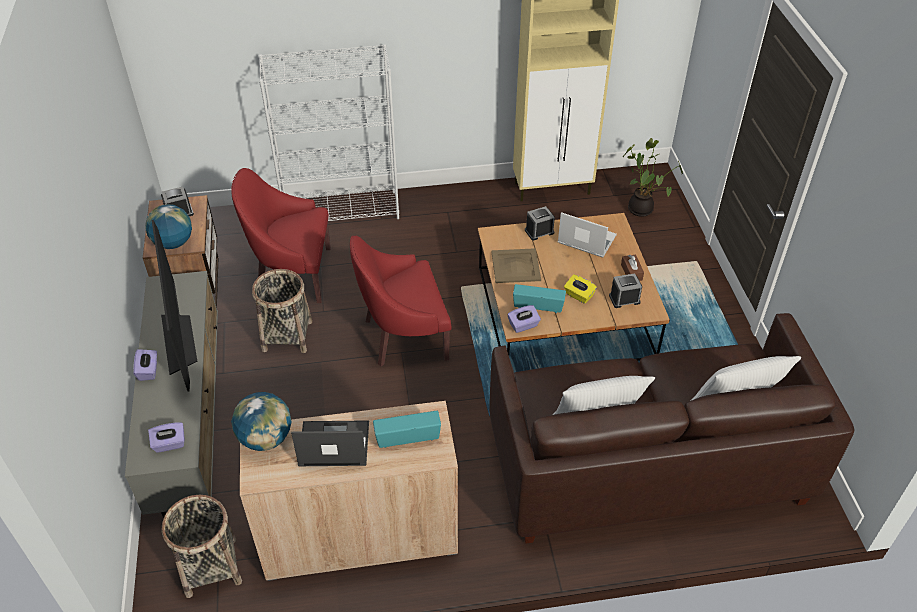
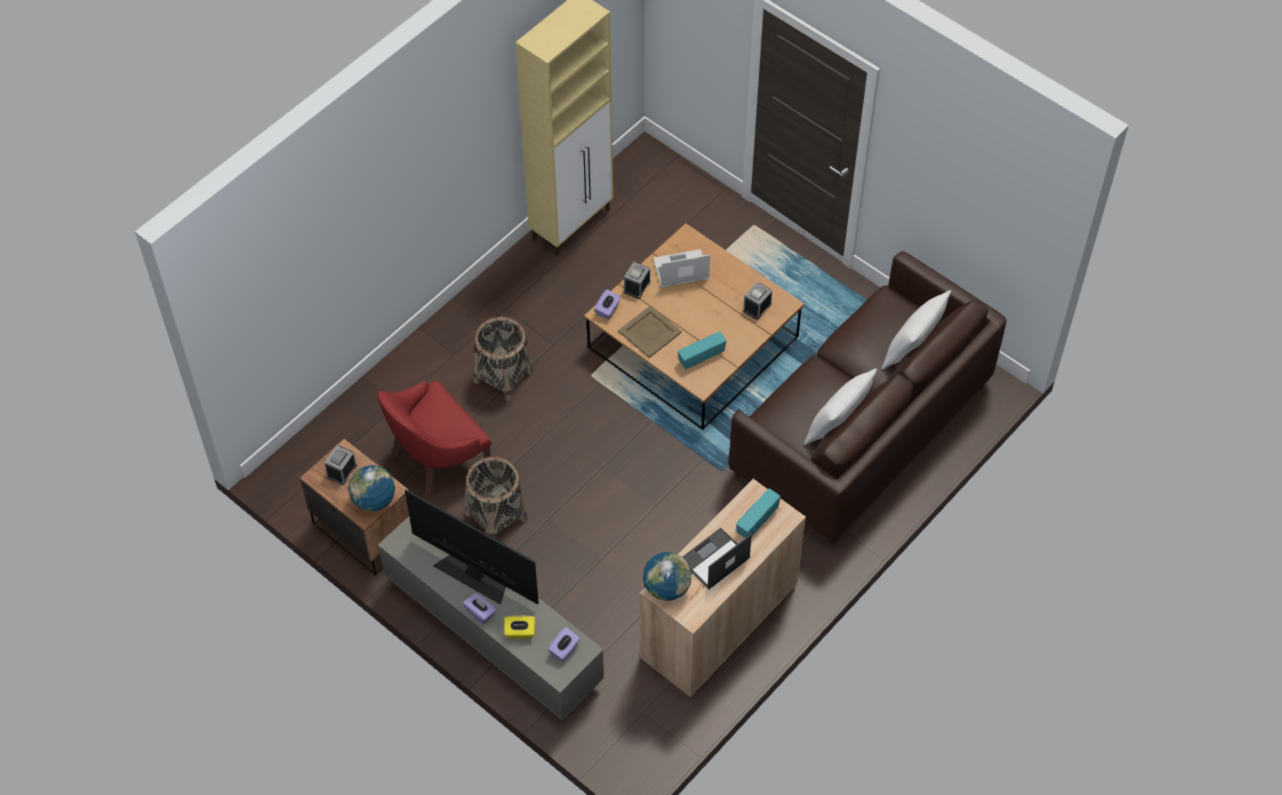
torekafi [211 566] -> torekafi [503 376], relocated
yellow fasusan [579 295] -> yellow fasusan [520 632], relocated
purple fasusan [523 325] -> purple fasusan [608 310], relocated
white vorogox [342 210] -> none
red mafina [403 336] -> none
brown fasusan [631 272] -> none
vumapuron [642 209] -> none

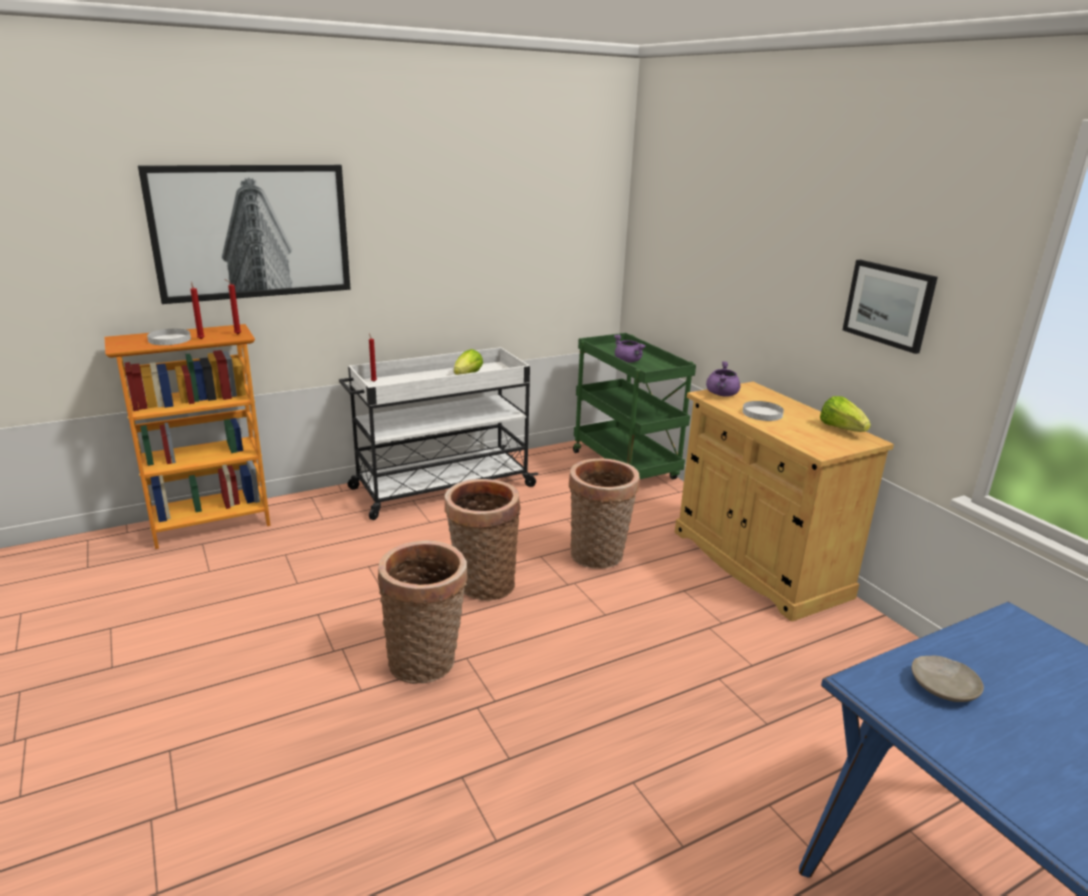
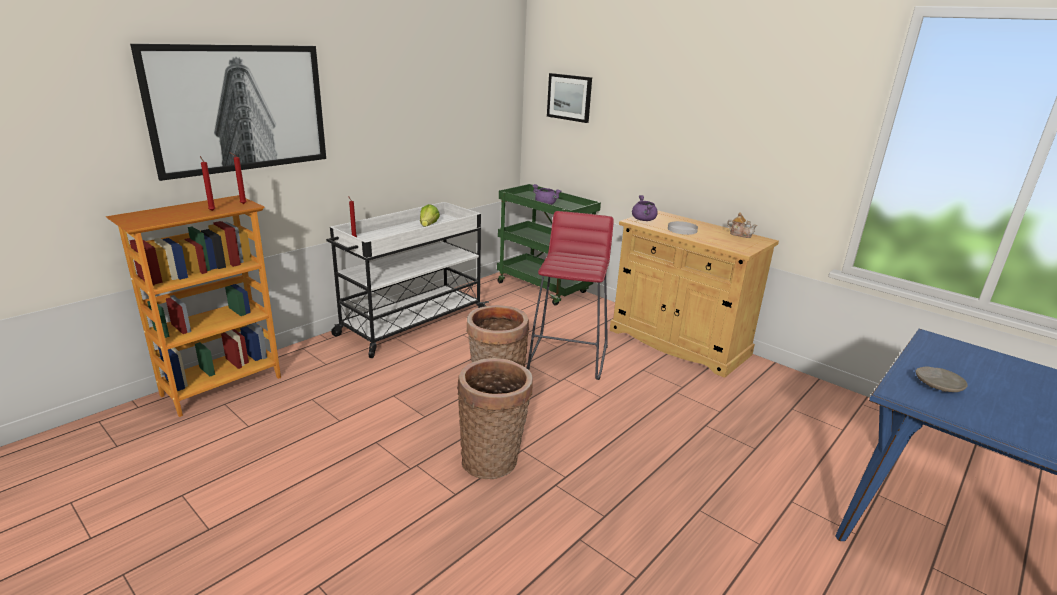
torekafi [598 557] -> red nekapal [568 356]
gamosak [889 305] -> gamosak [569 97], relocated
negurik [841 429] -> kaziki [740 234]
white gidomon [169 339] -> none

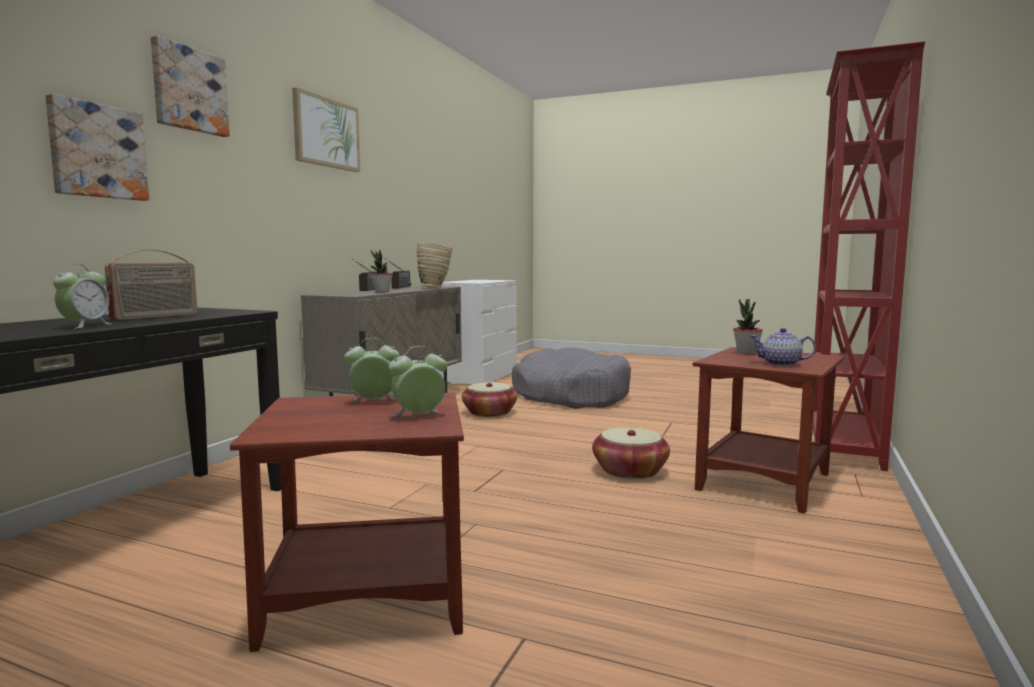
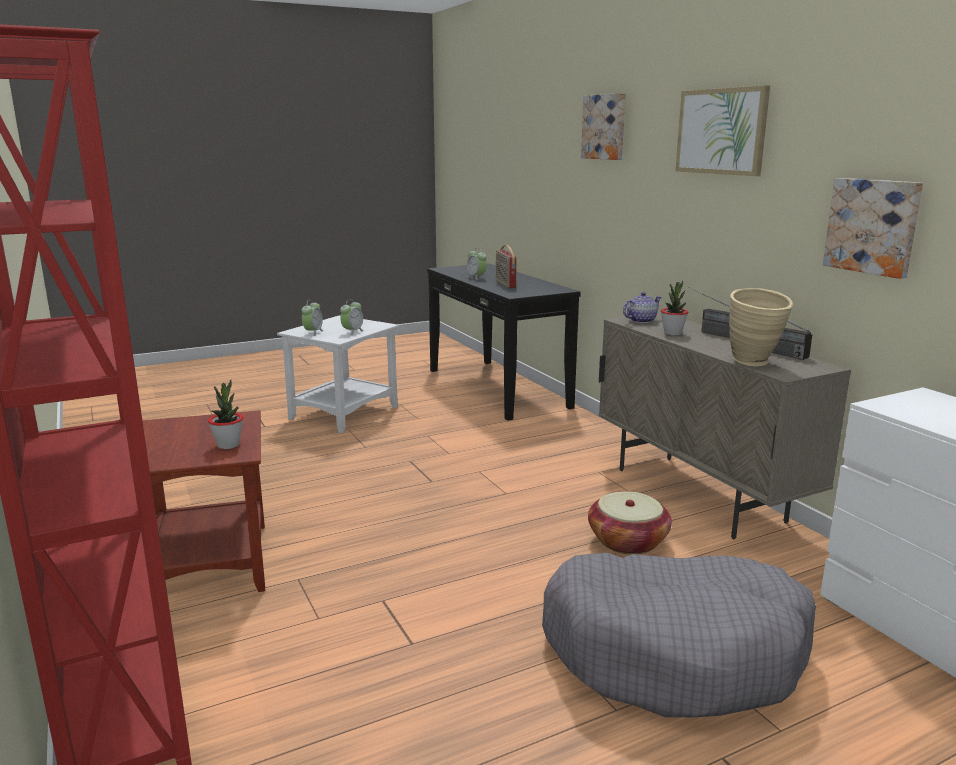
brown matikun [366 599] -> white matikun [343 413]
kaziki [781 364] -> kaziki [640 320], relocated
gamosak [97 151] -> gamosak [873 226], relocated
torekafi [630 471] -> none

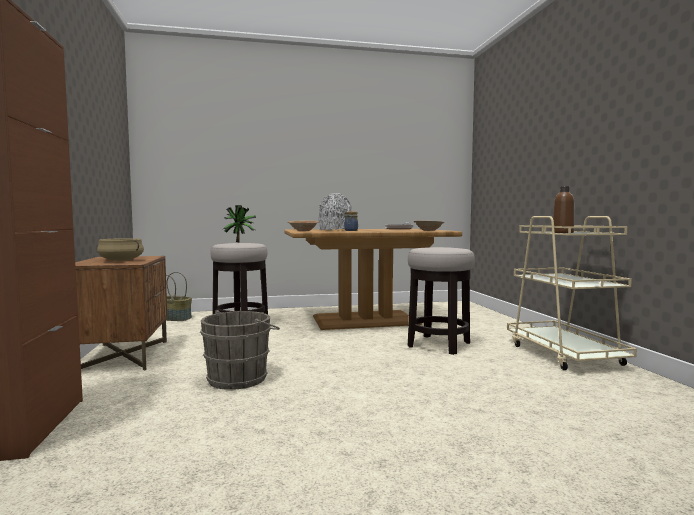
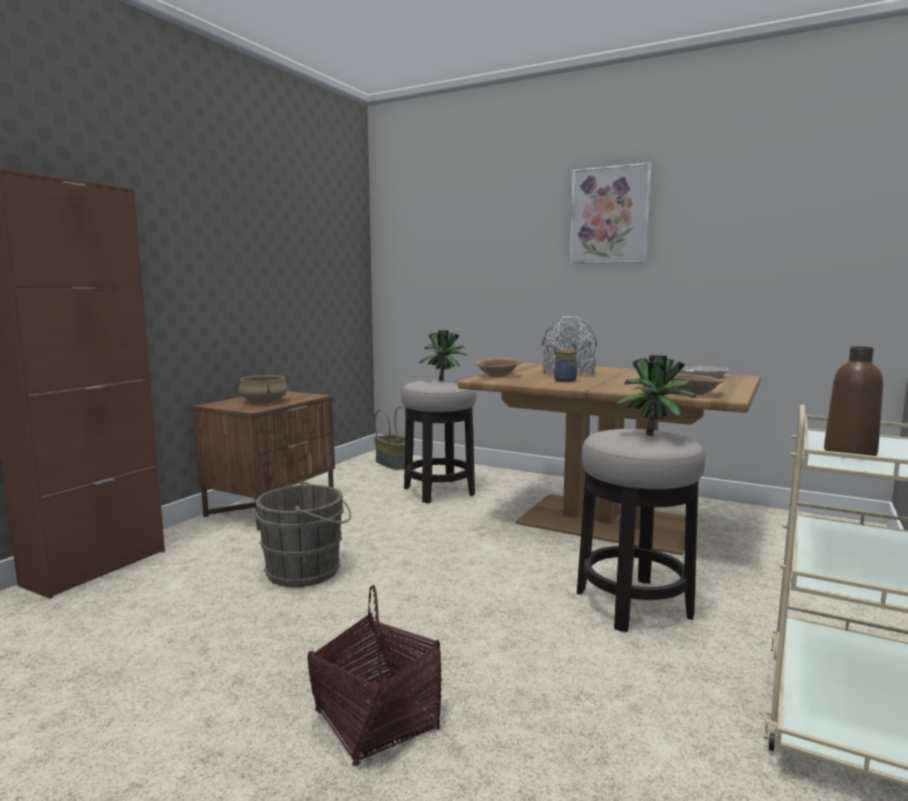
none -> torekafi [376 722]
none -> gamosak [609 215]
none -> vumapuron [655 435]

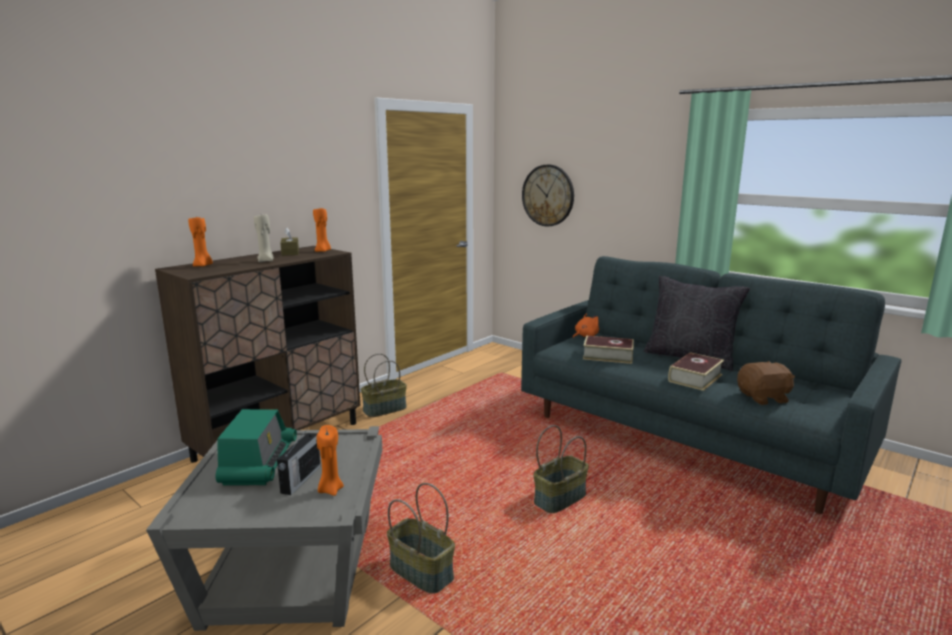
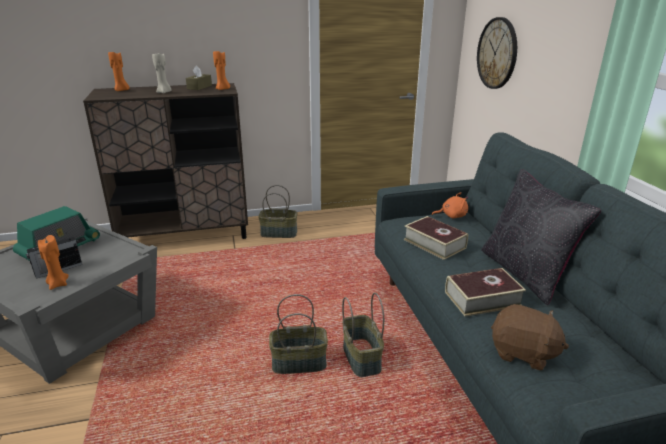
torekafi [422 572] -> torekafi [362 358], relocated

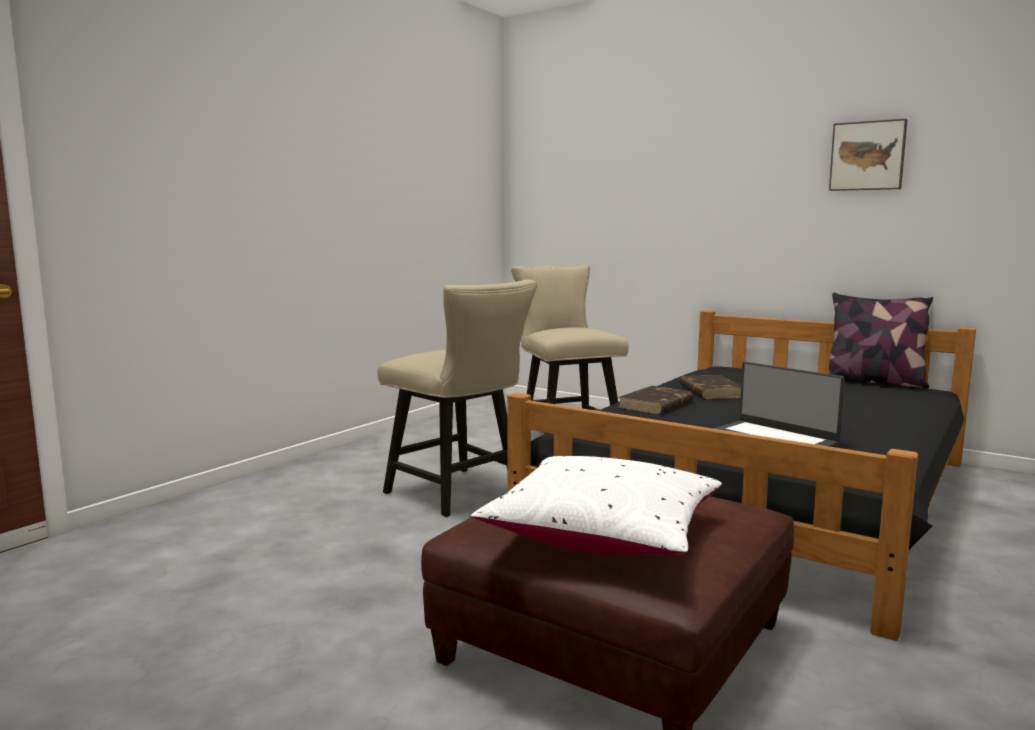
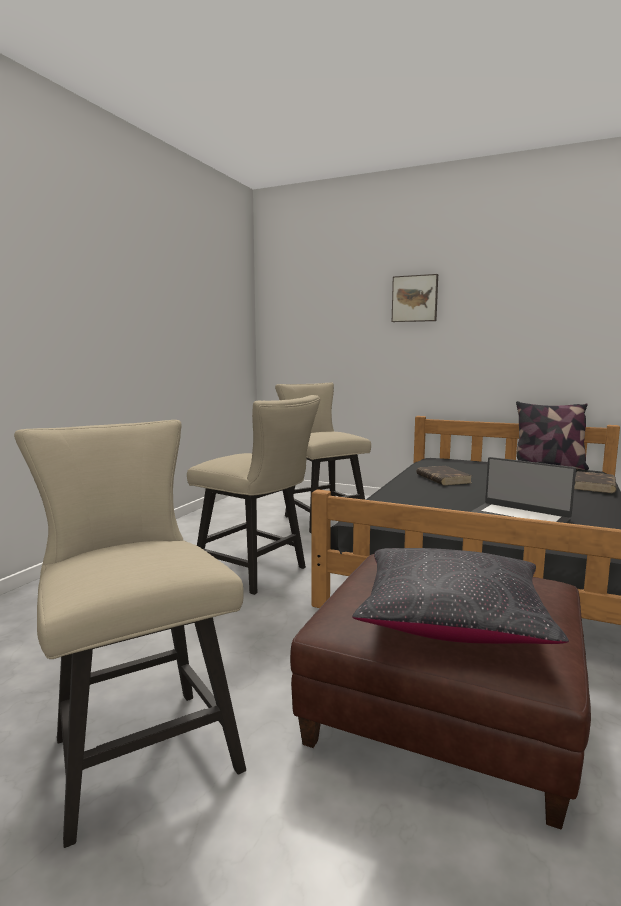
none -> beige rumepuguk [139 746]
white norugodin [602 533] -> black norugodin [452 618]
gamosak [867 156] -> gamosak [415 298], relocated
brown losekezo [655 405] -> brown losekezo [594 485], relocated

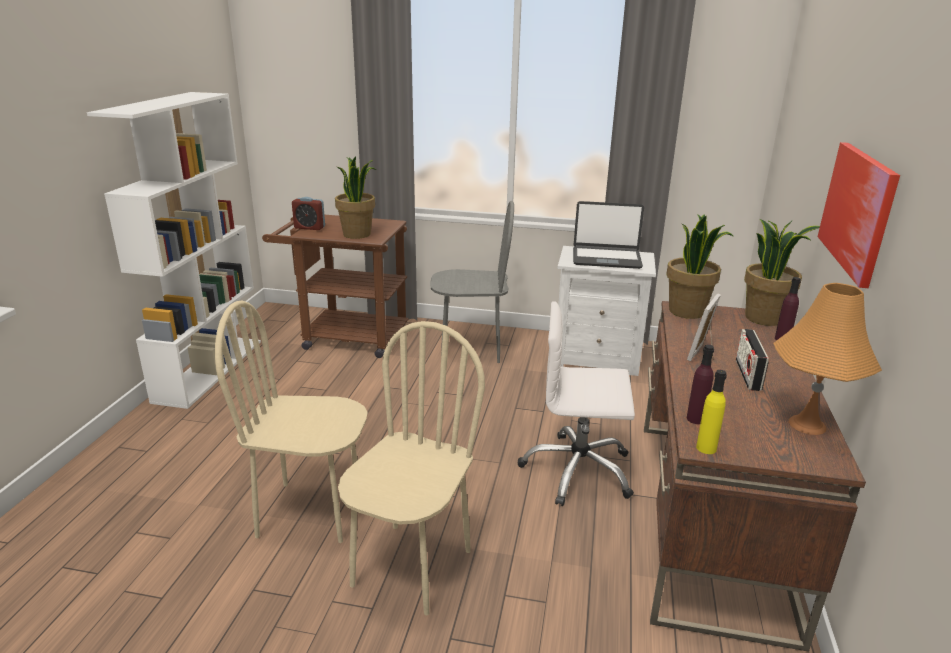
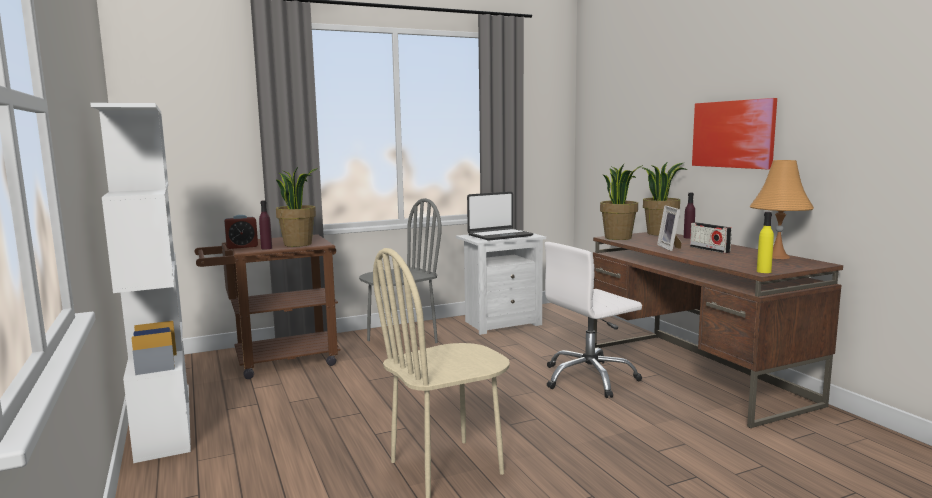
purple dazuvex [695 419] -> purple dazuvex [266 248], relocated
beige rumepuguk [411 567] -> none

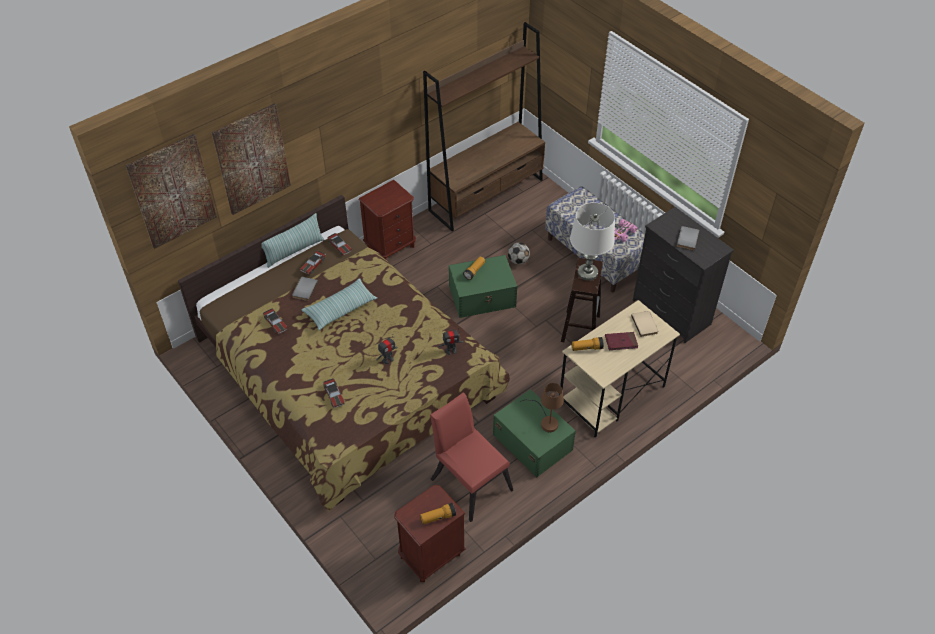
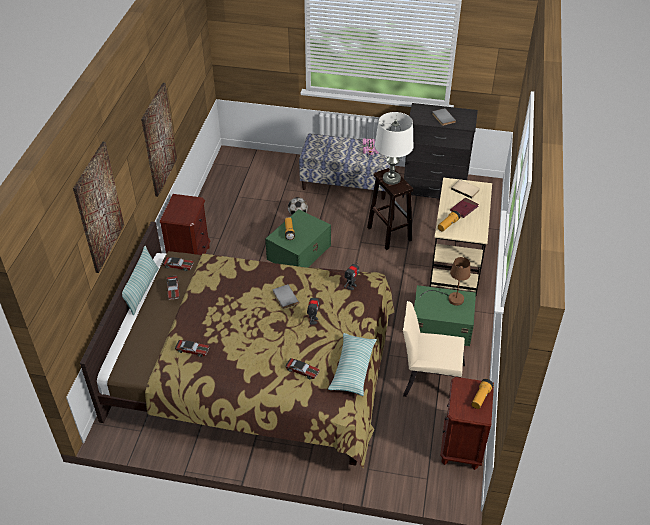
gamosak [172 191] -> gamosak [158 140], relocated
grey losekezo [304 289] -> grey losekezo [284 297], relocated
norugodin [340 309] -> norugodin [352 369], relocated
red rumepuguk [469 480] -> beige rumepuguk [429 379]
brown vorogox [486 195] -> none

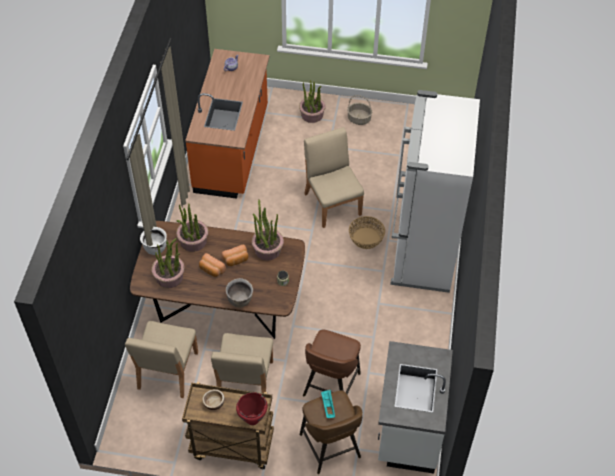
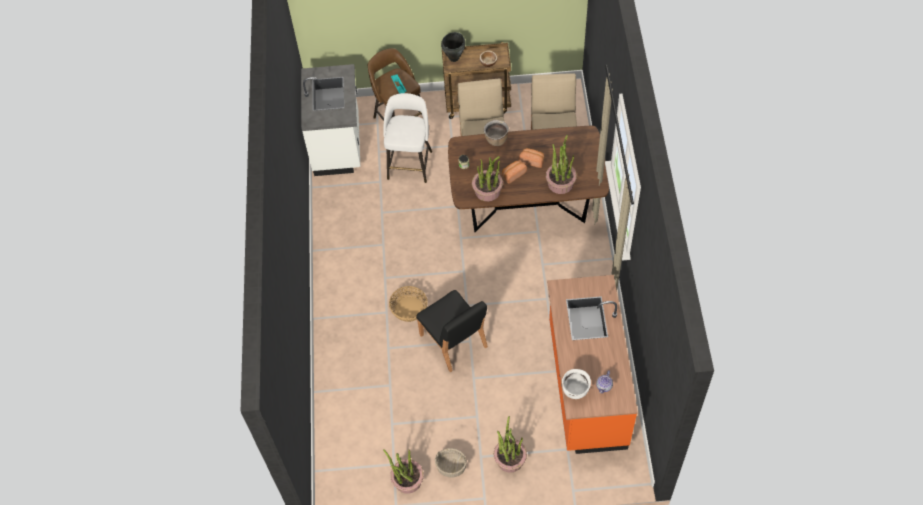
brown nekapal [330 386] -> white nekapal [410 163]
vumapuron [169 277] -> vumapuron [407 480], relocated
beige rumepuguk [332 203] -> black rumepuguk [453 342]
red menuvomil [252 419] -> black menuvomil [454 58]
white menuvomil [155 248] -> white menuvomil [575 390], relocated
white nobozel [422 253] -> none

